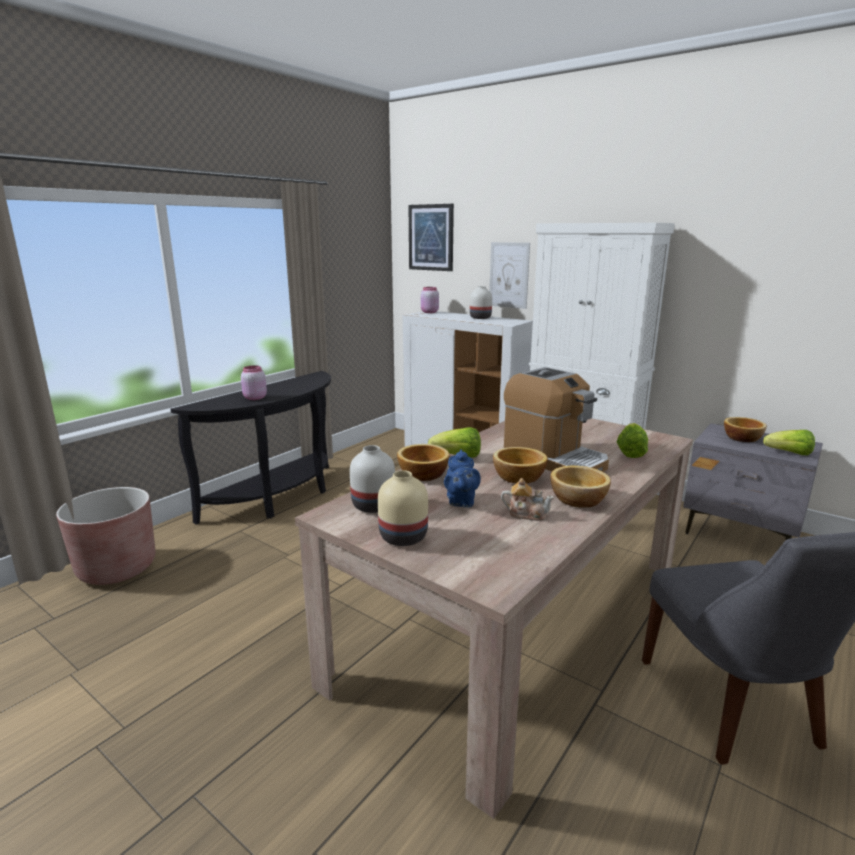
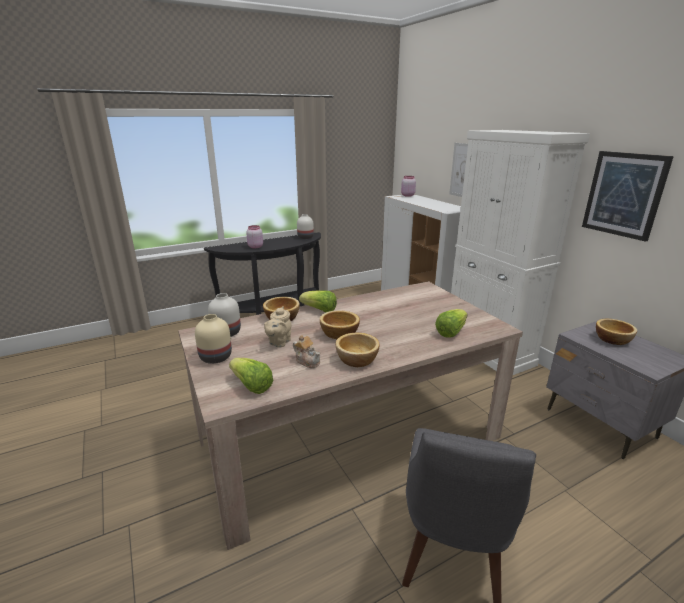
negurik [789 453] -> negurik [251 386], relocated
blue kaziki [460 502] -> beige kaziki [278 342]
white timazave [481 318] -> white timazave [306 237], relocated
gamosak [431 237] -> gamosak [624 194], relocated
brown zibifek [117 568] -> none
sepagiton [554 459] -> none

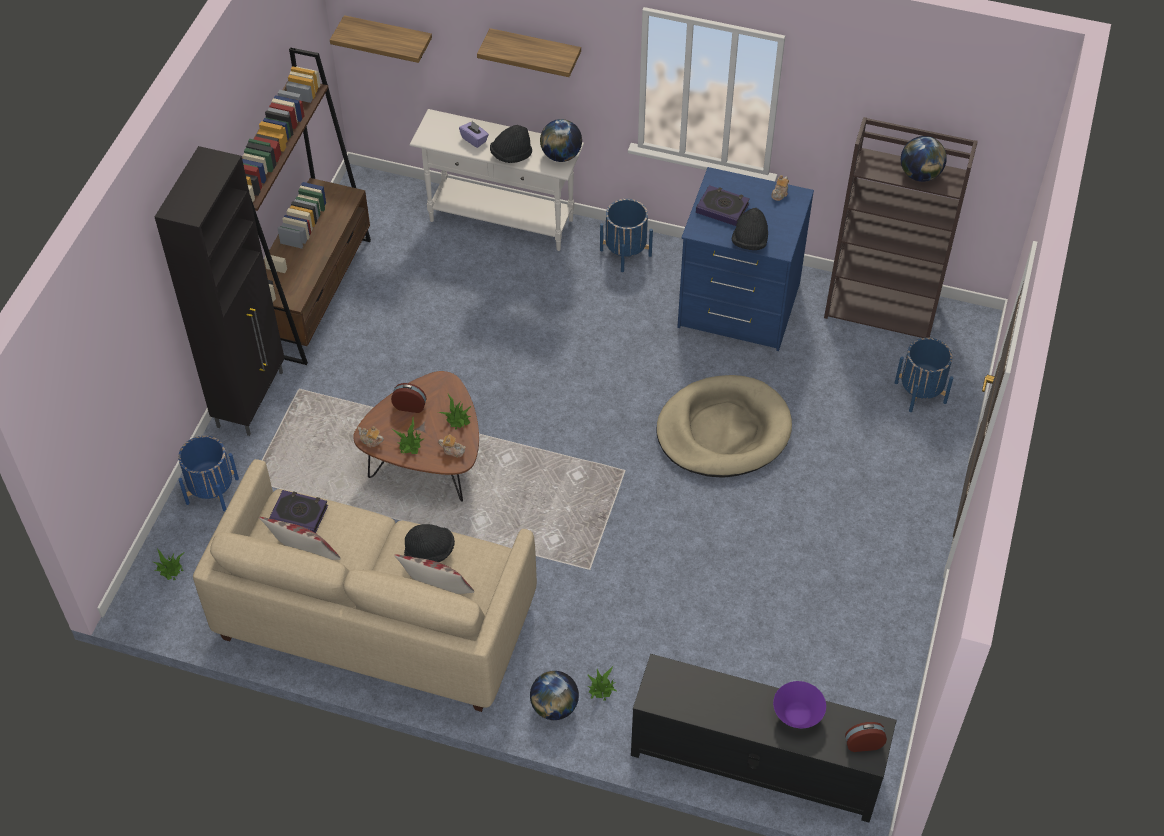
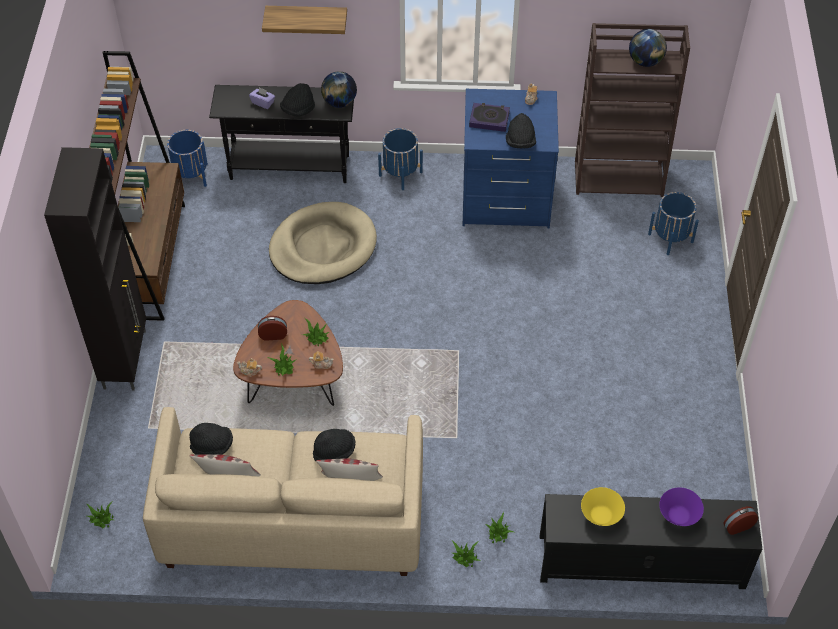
blue zibifek [212 491] -> blue zibifek [191 175], relocated
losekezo [299 514] -> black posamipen [212 446]
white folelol [501 221] -> black folelol [290 168]
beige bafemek [723 431] -> beige bafemek [323 247], relocated
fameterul [554 707] -> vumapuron [465 557]
none -> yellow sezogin [600 515]
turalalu [389 37] -> none

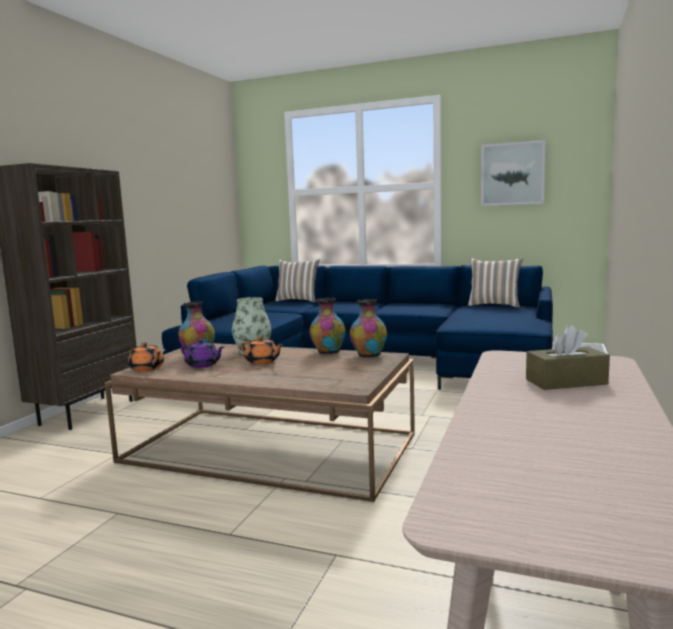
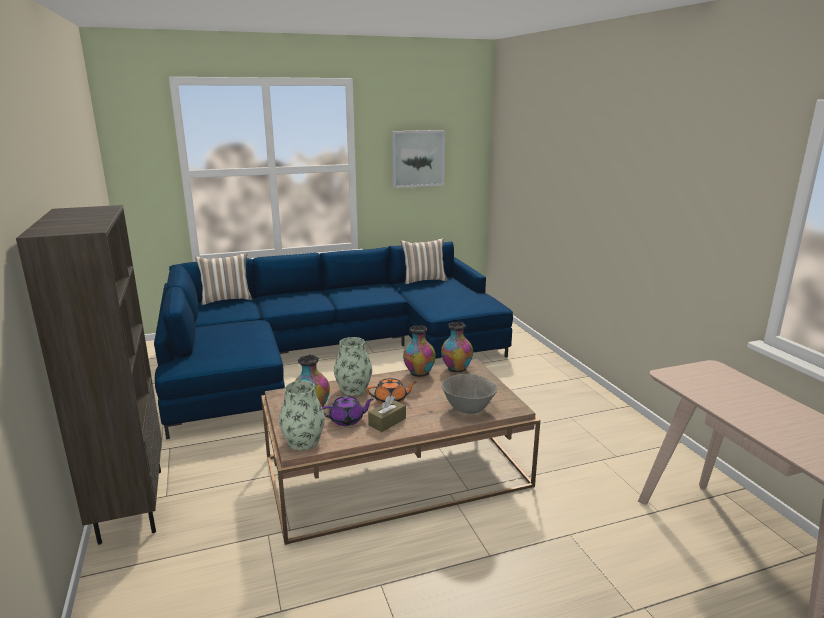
orange kaziki [147 368] -> timazave [303 441]
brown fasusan [566 382] -> brown fasusan [387 422], relocated
none -> grey sezogin [468 409]

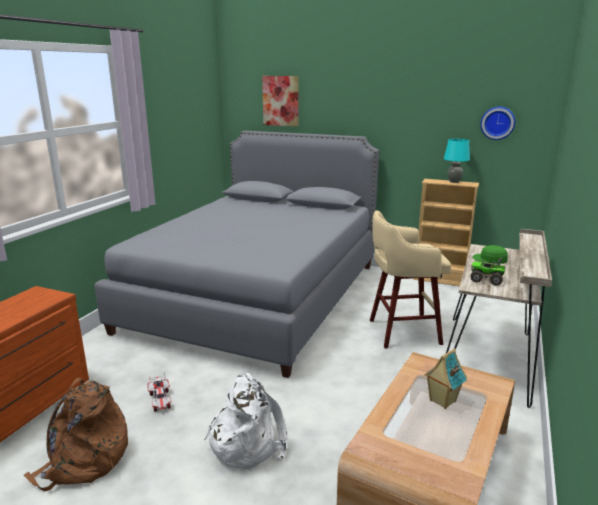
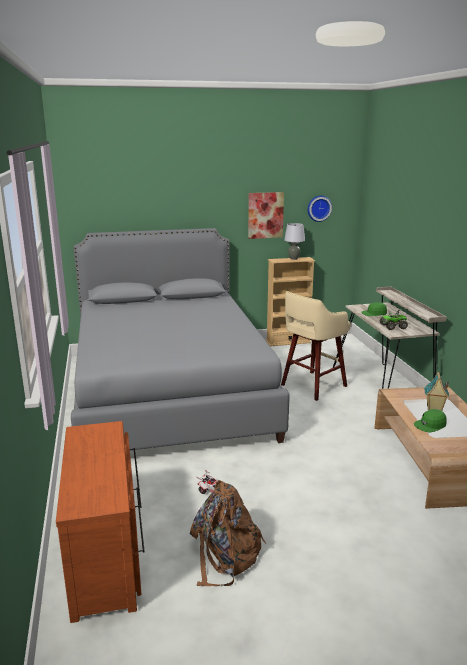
gamosak [281 101] -> gamosak [265 215], relocated
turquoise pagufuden [454 182] -> grey pagufuden [294 258]
none -> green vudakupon [430 425]
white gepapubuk [247 442] -> none

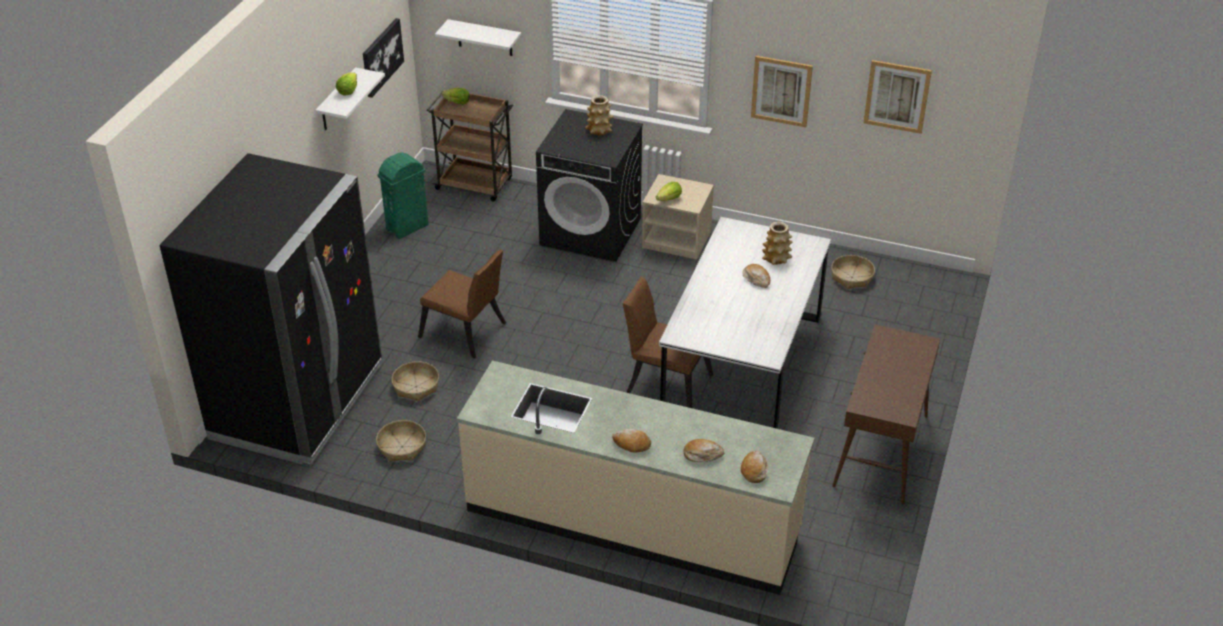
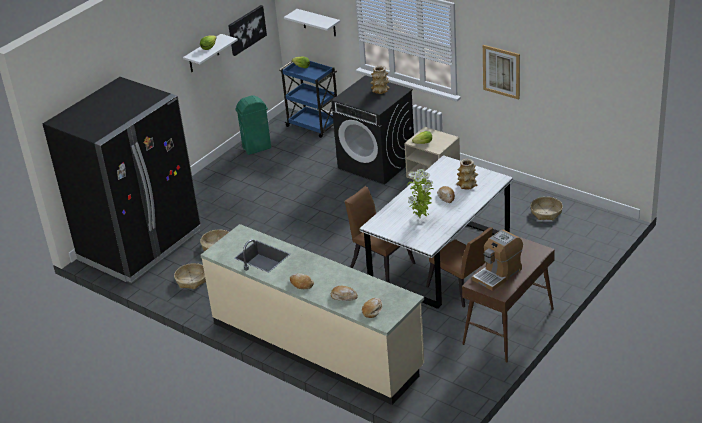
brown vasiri [475 184] -> blue vasiri [314 126]
none -> vumapuron [420 218]
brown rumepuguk [466 333] -> brown rumepuguk [462 288], relocated
none -> sepagiton [498 274]
gamosak [897 96] -> none

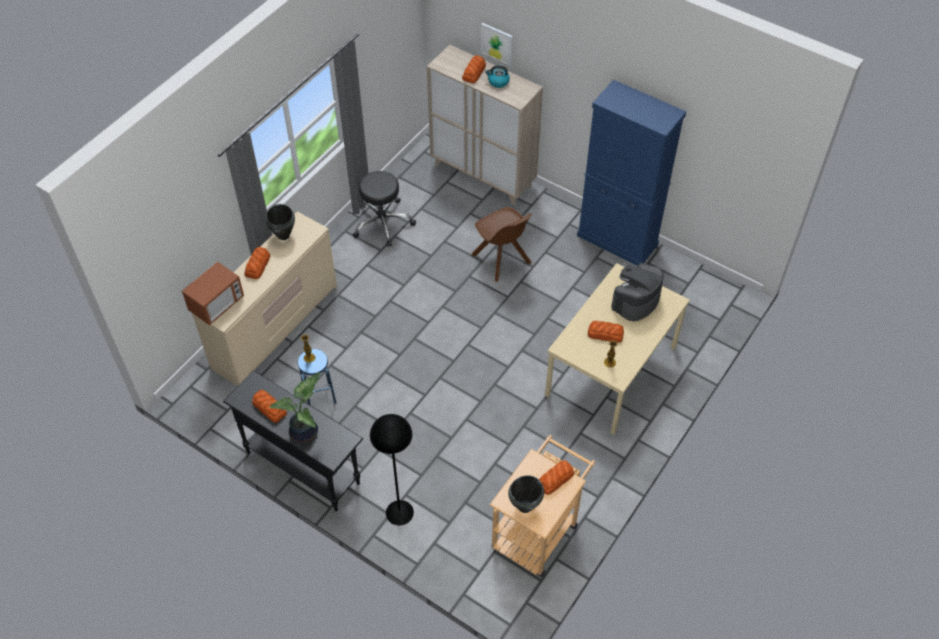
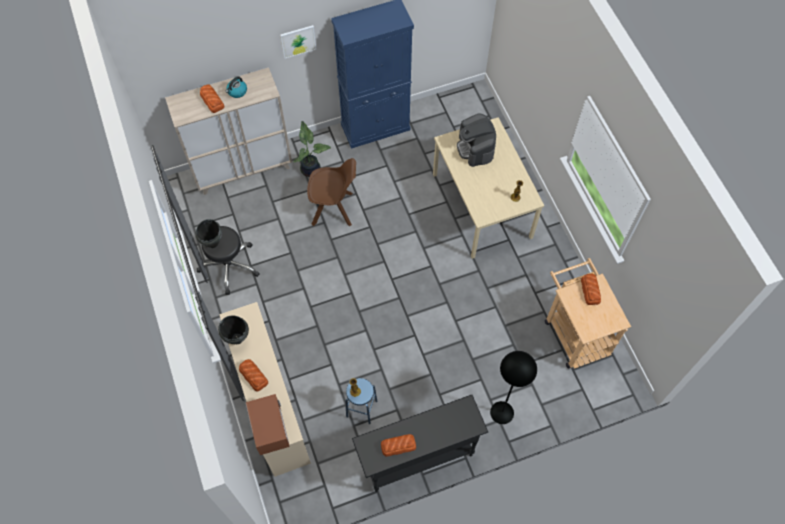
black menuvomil [525 507] -> black menuvomil [213 243], relocated
gamosak [497 43] -> gamosak [298 41], relocated
vumapuron [305 432] -> vumapuron [311 168], relocated
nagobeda [605 333] -> none

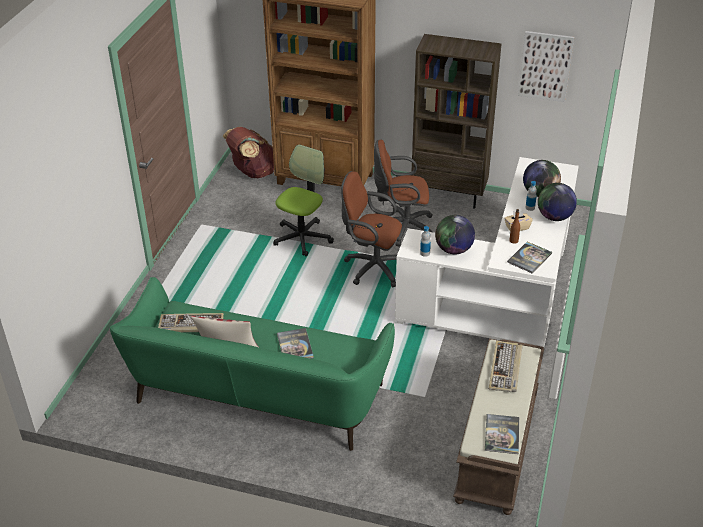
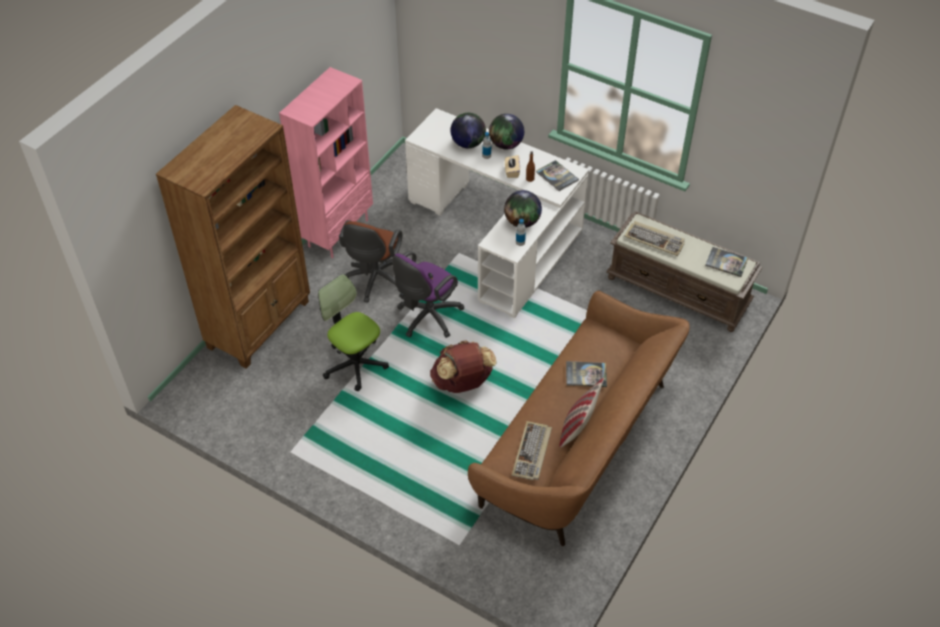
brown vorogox [449 195] -> pink vorogox [338 232]
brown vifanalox [372 267] -> purple vifanalox [427 318]
brown gepapubuk [253 172] -> brown gepapubuk [462 383], relocated
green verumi [256 395] -> brown verumi [578 443]
gamosak [545 66] -> none

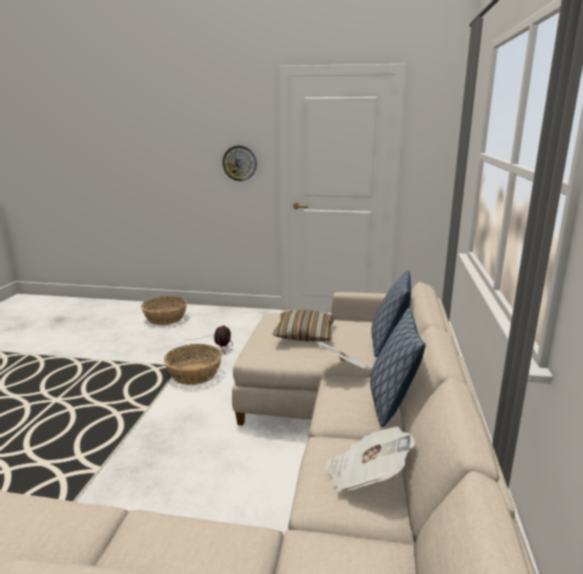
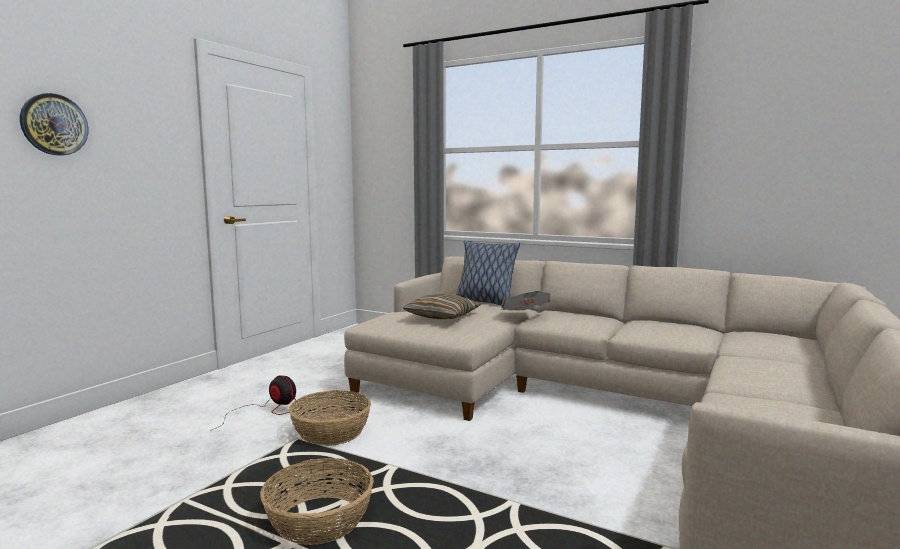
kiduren [239 163] -> kiduren [54 124], relocated
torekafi [165 318] -> torekafi [318 520], relocated
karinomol [365 476] -> none
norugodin [391 402] -> none

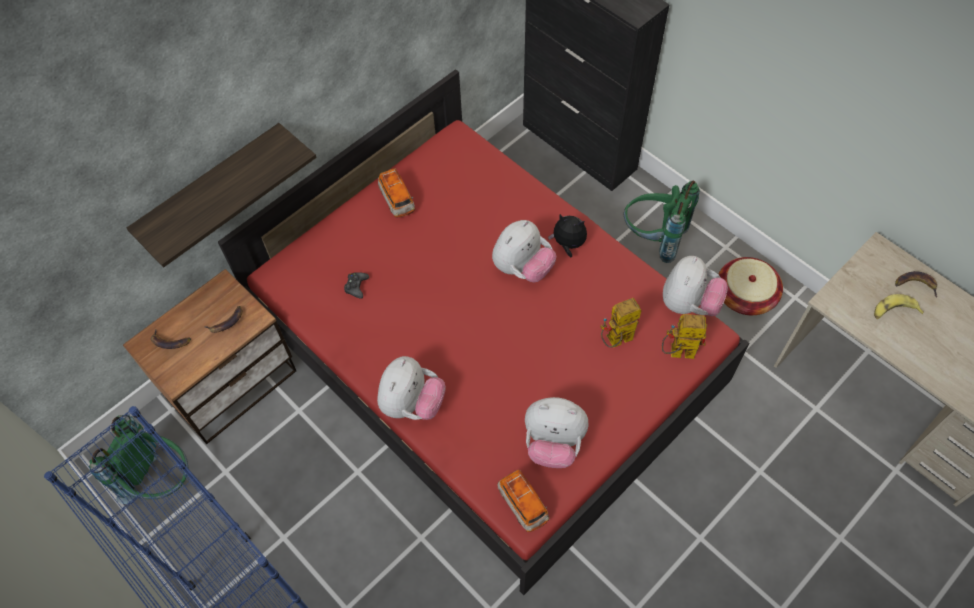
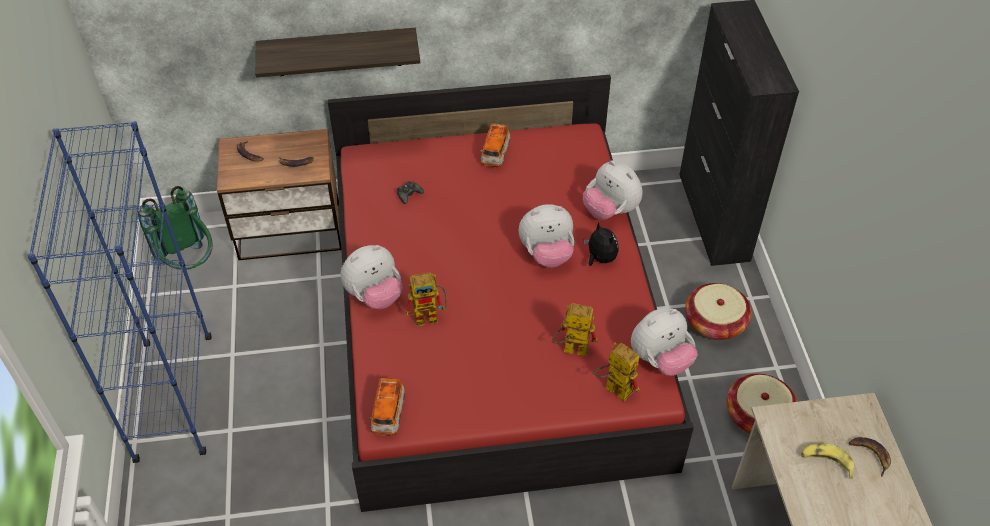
none -> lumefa [430 315]
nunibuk [553 443] -> nunibuk [610 211], relocated
green gepapubuk [653 238] -> torekafi [714 322]

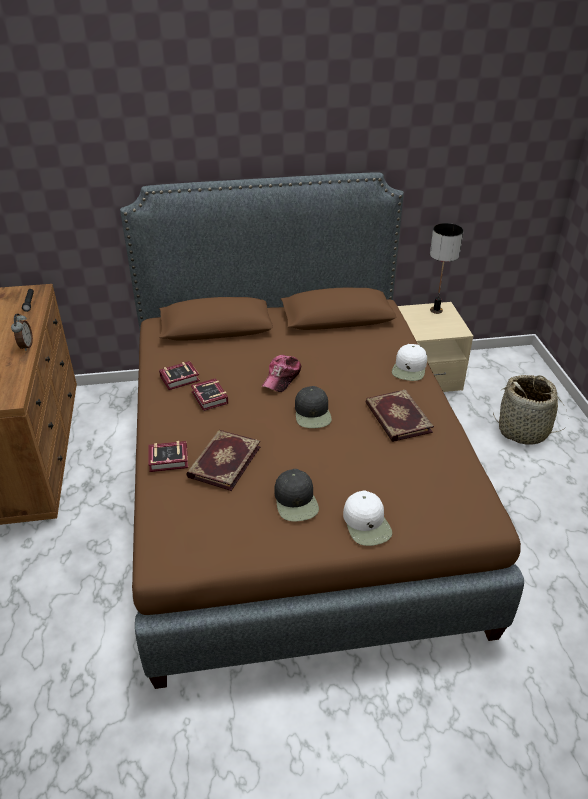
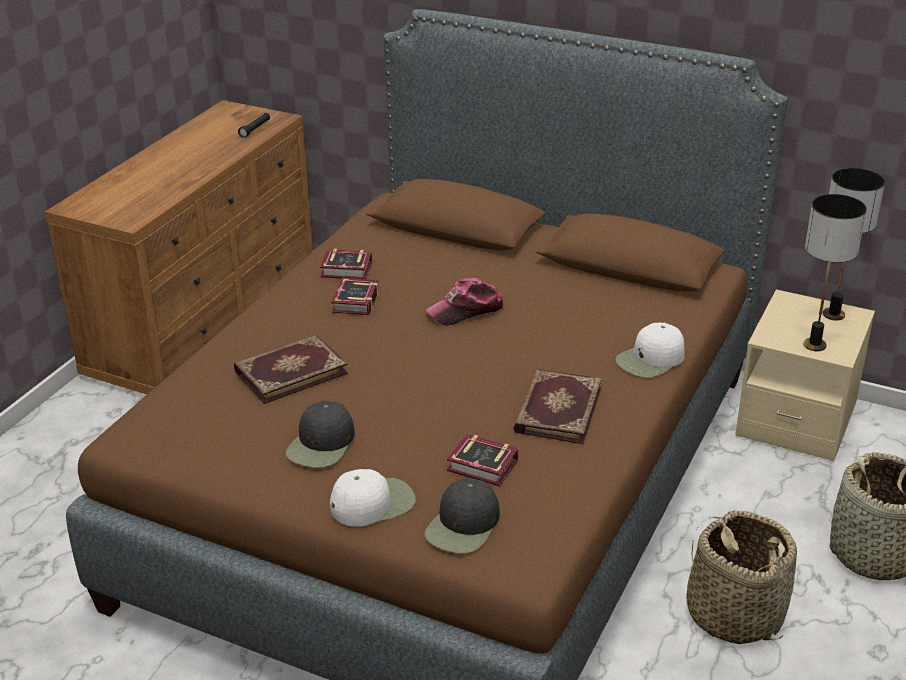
white vudakupon [367 523] -> white vudakupon [373 503], 135 degrees counterclockwise
black vudakupon [313 413] -> black vudakupon [463 526], relocated
losekezo [170 460] -> losekezo [484 467], relocated
none -> torekafi [734 613]
none -> pagufuden [815 345]
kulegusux [25 346] -> none

